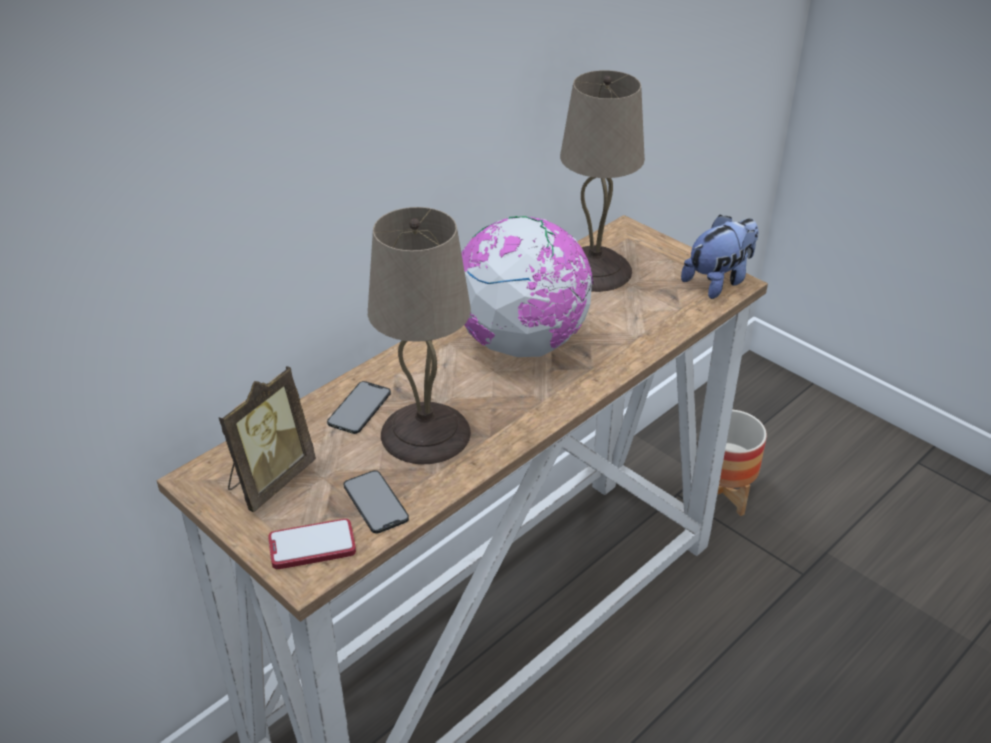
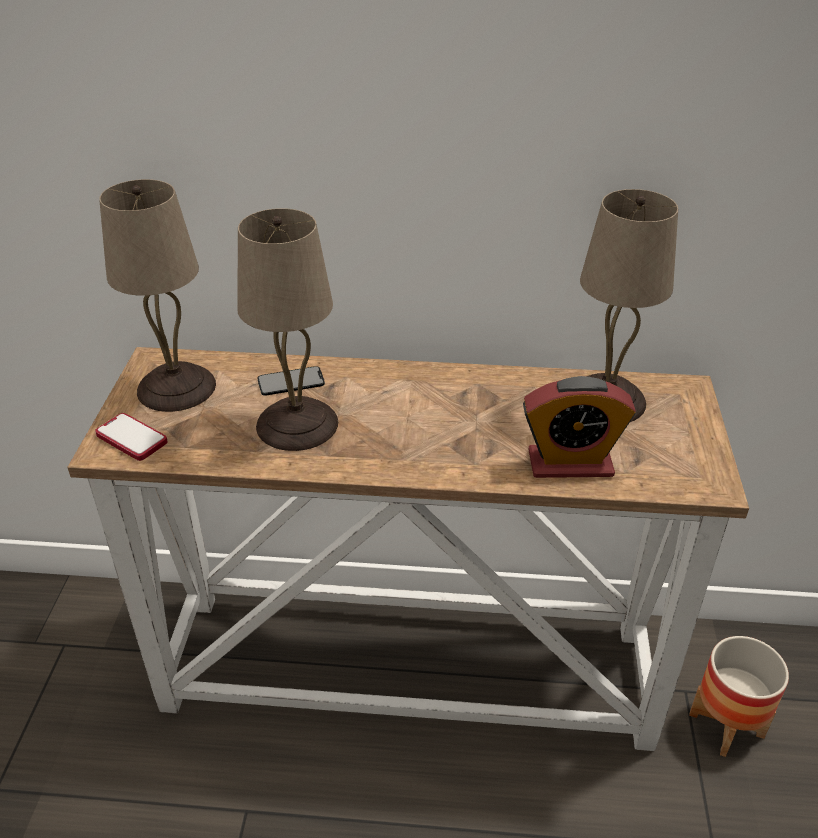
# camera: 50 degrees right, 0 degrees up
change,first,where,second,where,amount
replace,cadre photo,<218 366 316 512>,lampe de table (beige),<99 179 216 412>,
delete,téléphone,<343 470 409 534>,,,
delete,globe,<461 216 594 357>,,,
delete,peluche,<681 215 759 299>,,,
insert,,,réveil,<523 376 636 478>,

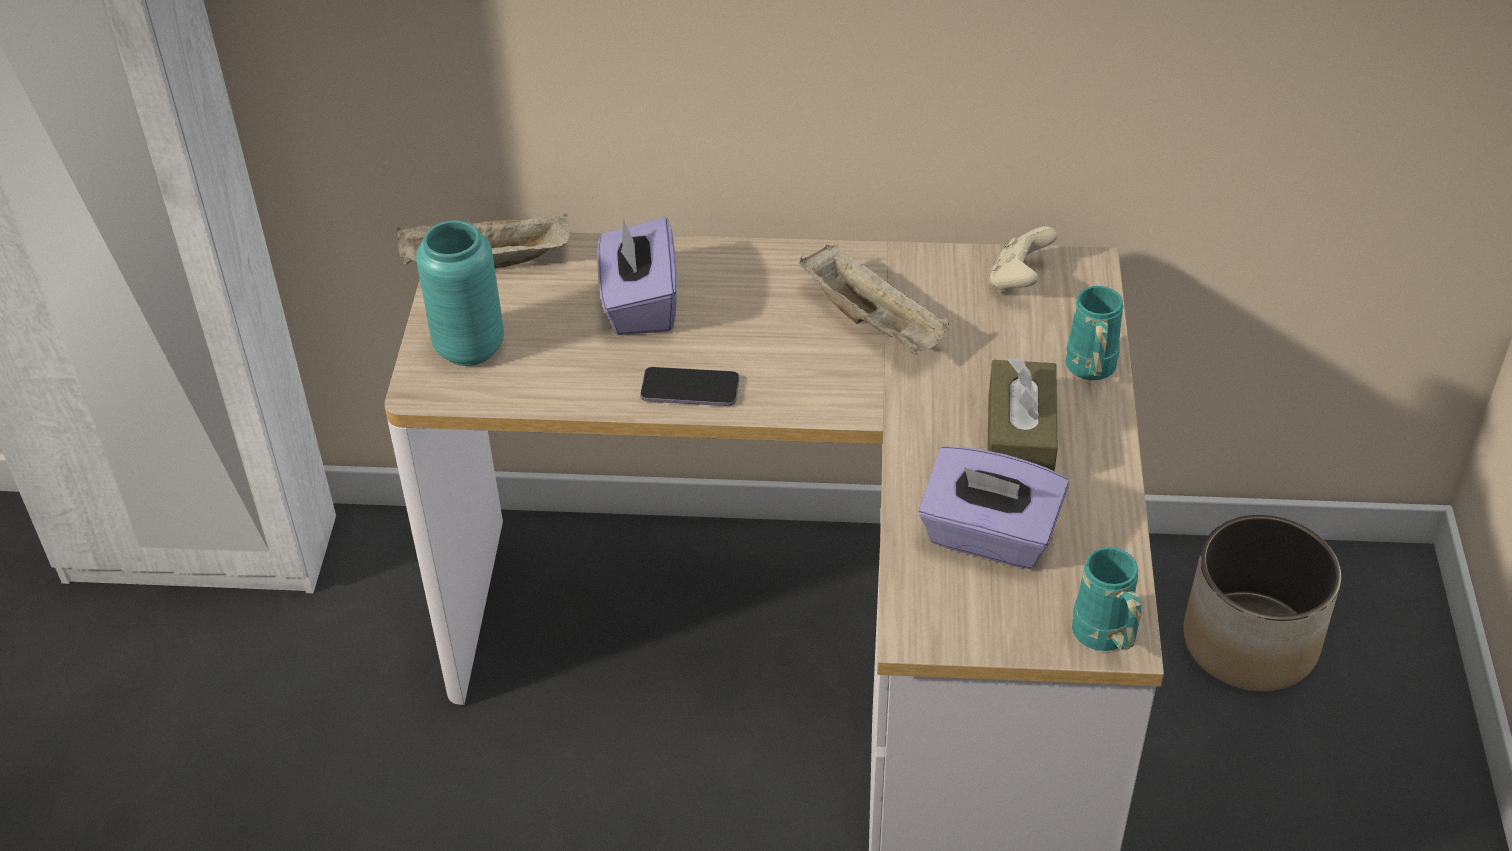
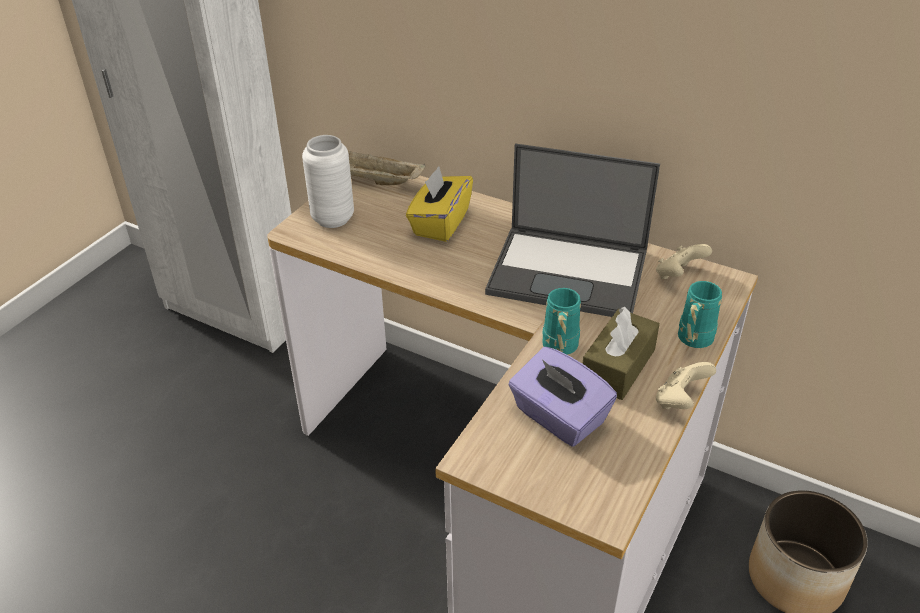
# camera: 25 degrees right, 5 degrees down
change,first,where,second,where,amount
recolor,vase (turquoise),<416 220 504 366>,vase (blanc),<302 135 354 228>,
recolor,boîte à mouchoirs (violet),<597 217 677 335>,boîte à mouchoirs (jaune),<406 166 473 242>,
delete,téléphone,<640 367 739 406>,,,
replace,plateau (beige),<798 245 950 354>,ordinateur portable,<485 143 660 317>,
move,mug (turquoise),<1072 547 1142 651>,,<542 288 581 355>,
insert,,,manette (beige),<656 362 716 409>,

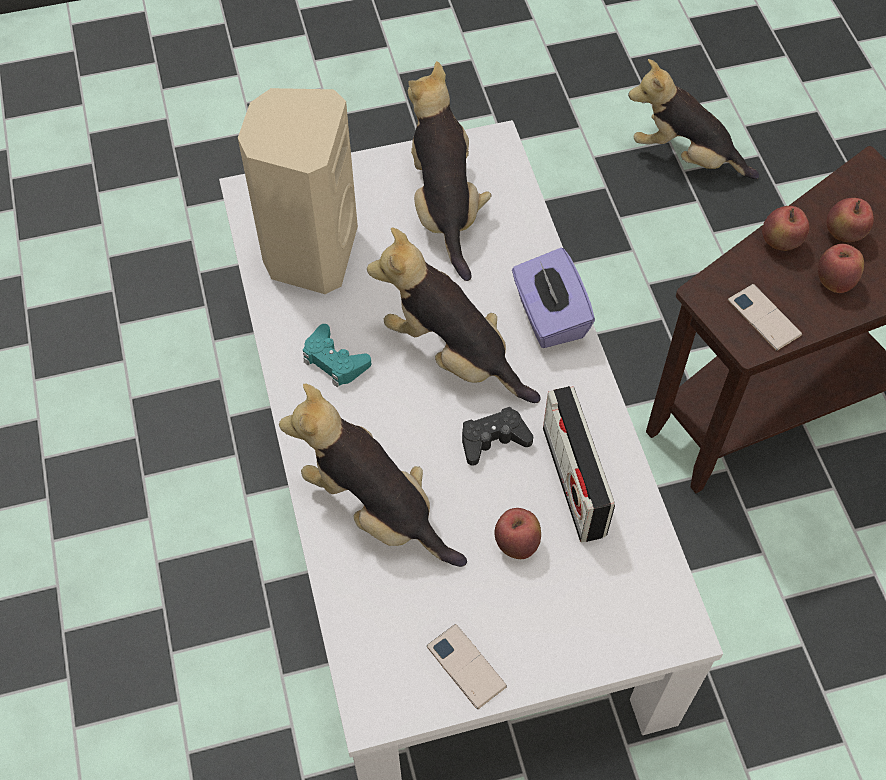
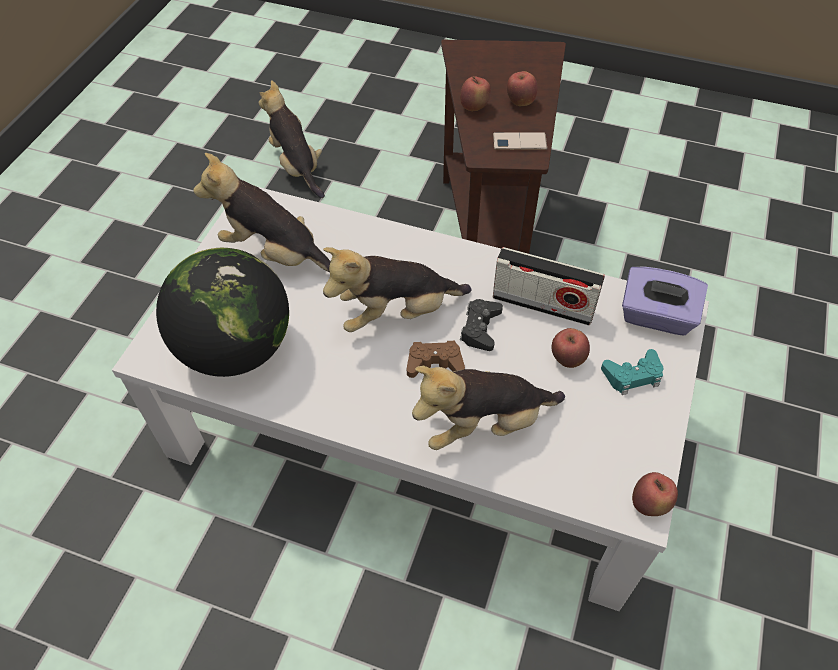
# camera: 55 degrees left, 5 degrees down
change,first,where,second,where,amount
replace,enceinte (beige),<238 88 358 294>,globe,<156 248 289 377>,
move,manette (turquoise),<303 324 371 387>,,<601 349 663 395>,
delete,téléphone,<427 624 507 709>,,,
move,boîte à mouchoirs (violet),<512 248 595 348>,,<622 267 708 336>,
rotate,peluche,<628 59 759 179>,,<259 80 325 198>,90 degrees clockwise
move,pomme,<827 198 874 242>,,<632 472 678 516>,
insert,,,manette (marron),<407 341 465 378>,

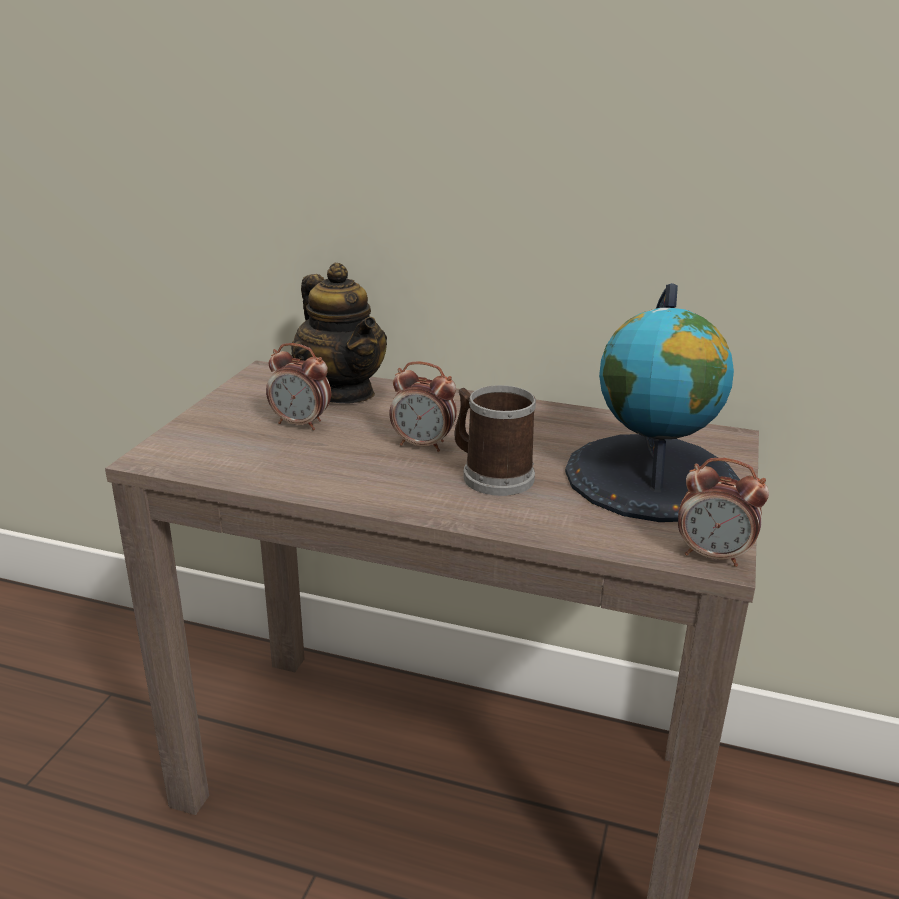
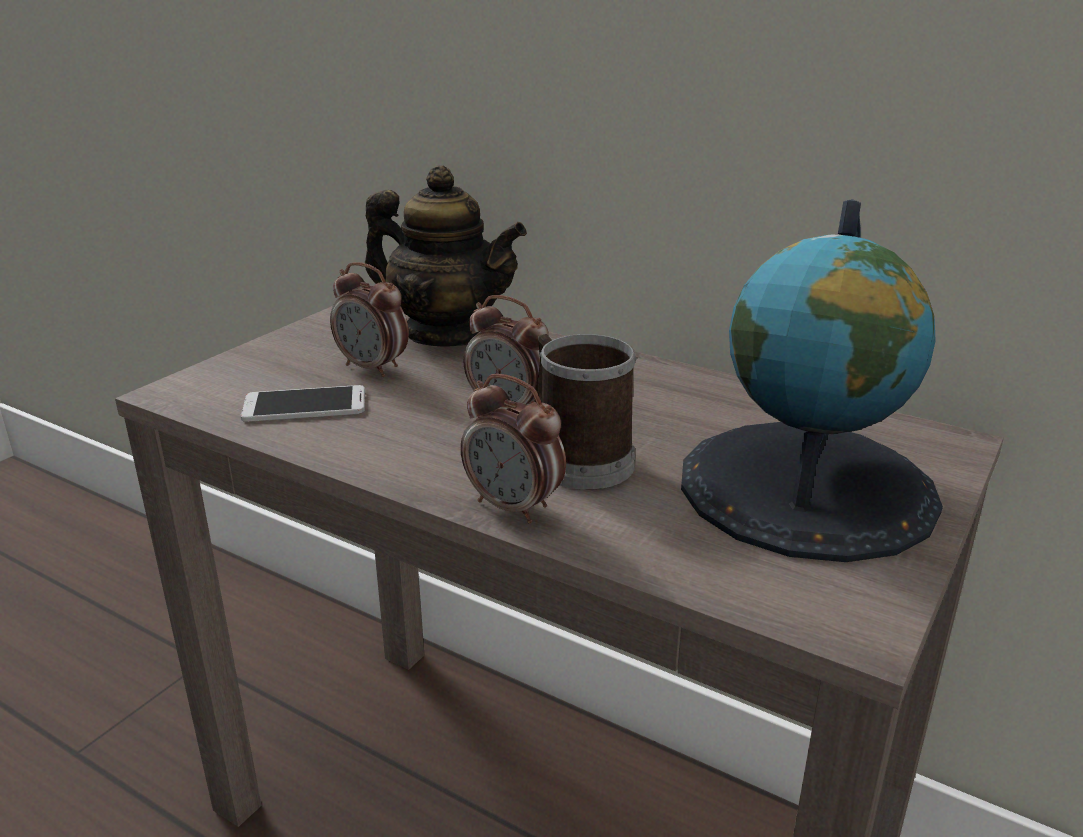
# camera: 15 degrees right, 0 degrees up
change,first,where,second,where,amount
rotate,théière,<291 263 387 403>,,<365 166 527 347>,45 degrees counterclockwise
move,réveil,<678 458 769 567>,,<461 374 566 524>,
insert,,,téléphone,<240 385 365 422>,

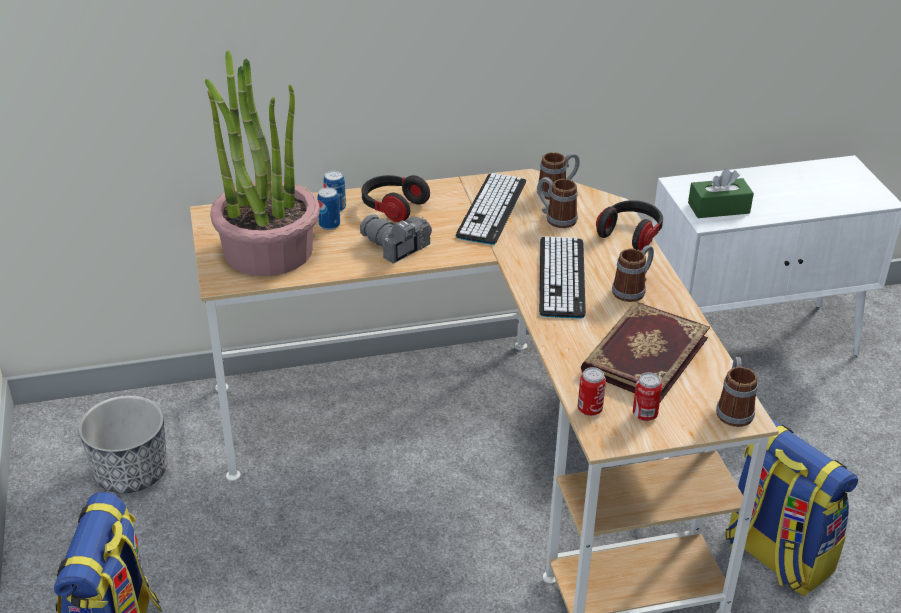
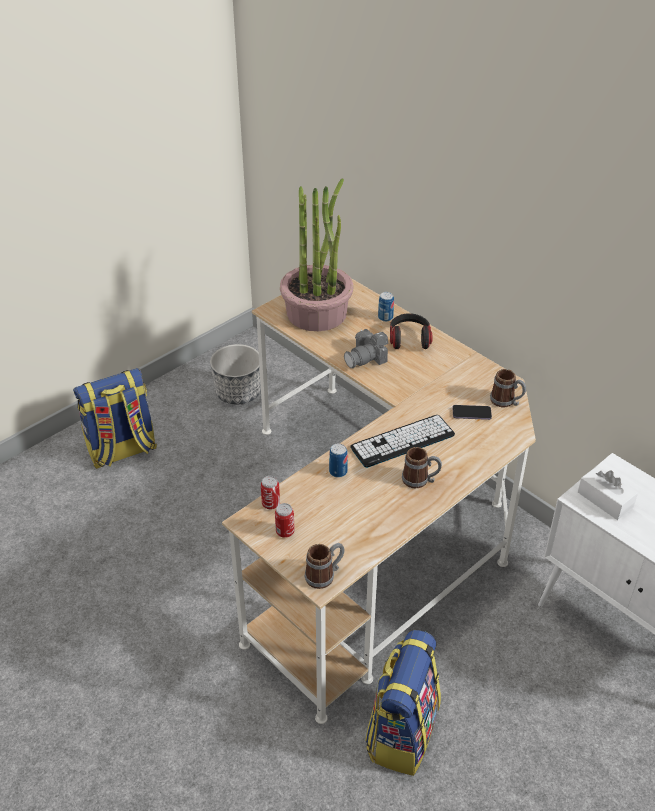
# camera: 60 degrees right, 5 degrees up
change,first,where,second,where,amount
move,boîte métallique,<317 187 340 230>,,<329 443 348 478>,
rotate,appareil photo,<360 214 432 264>,,<344 329 388 369>,135 degrees counterclockwise
delete,clavier,<456 173 526 245>,,,
replace,mug,<537 177 578 228>,téléphone,<453 405 492 420>,
delete,livre,<581 301 710 402>,,,
delete,casque audio,<596 200 663 251>,,,
recolor,boîte à mouchoirs (vert),<688 168 754 218>,boîte à mouchoirs (blanc),<578 466 638 520>,

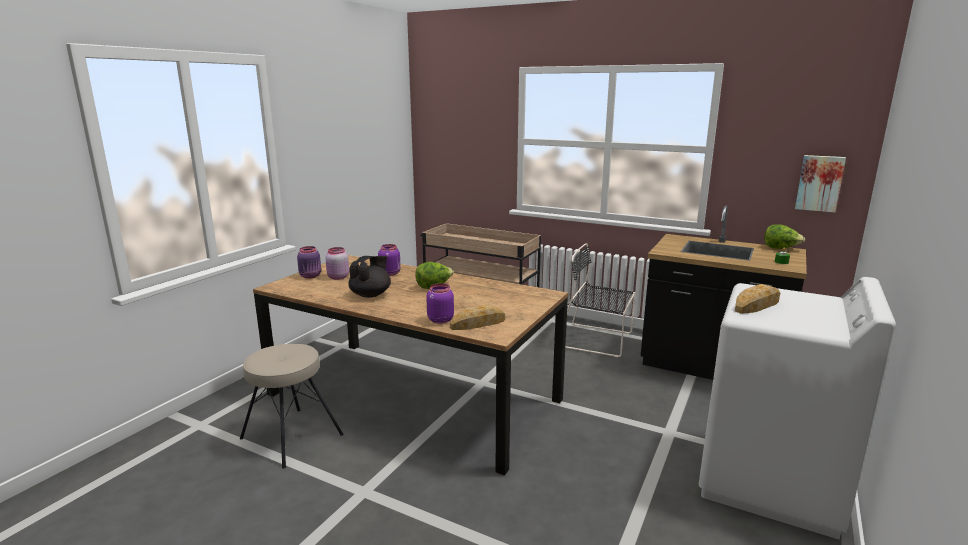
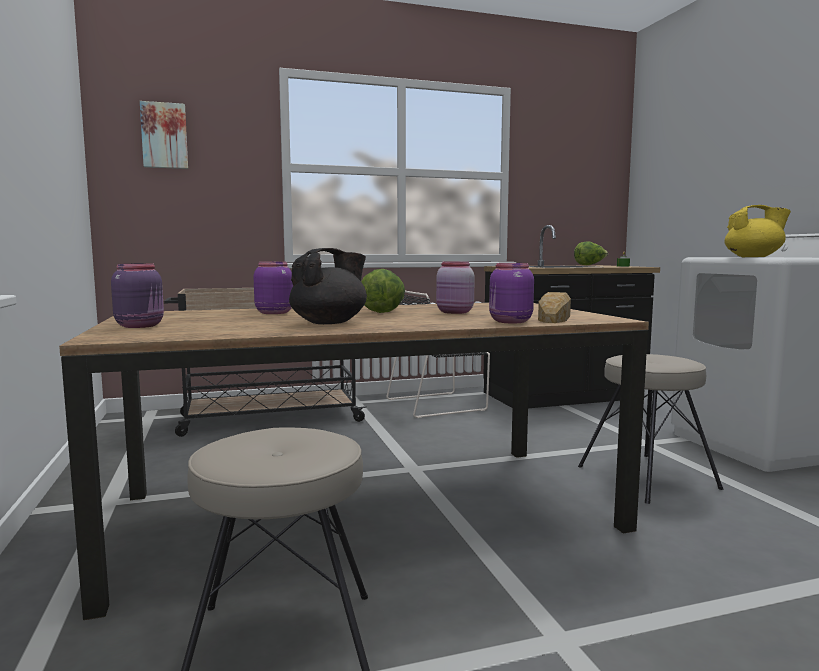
# camera: 45 degrees left, 10 degrees down
change,first,where,second,where,amount
move,bocal (rose),<325 247 349 280>,,<436 261 475 314>,
rotate,théière (noir),<348 256 391 298>,,<289 248 367 324>,60 degrees clockwise
replace,pain,<735 284 780 314>,théière (jaune),<725 205 791 257>,
move,tableau,<795 155 846 212>,,<140 101 188 169>,
insert,,,tabouret (beige),<578 354 723 504>,

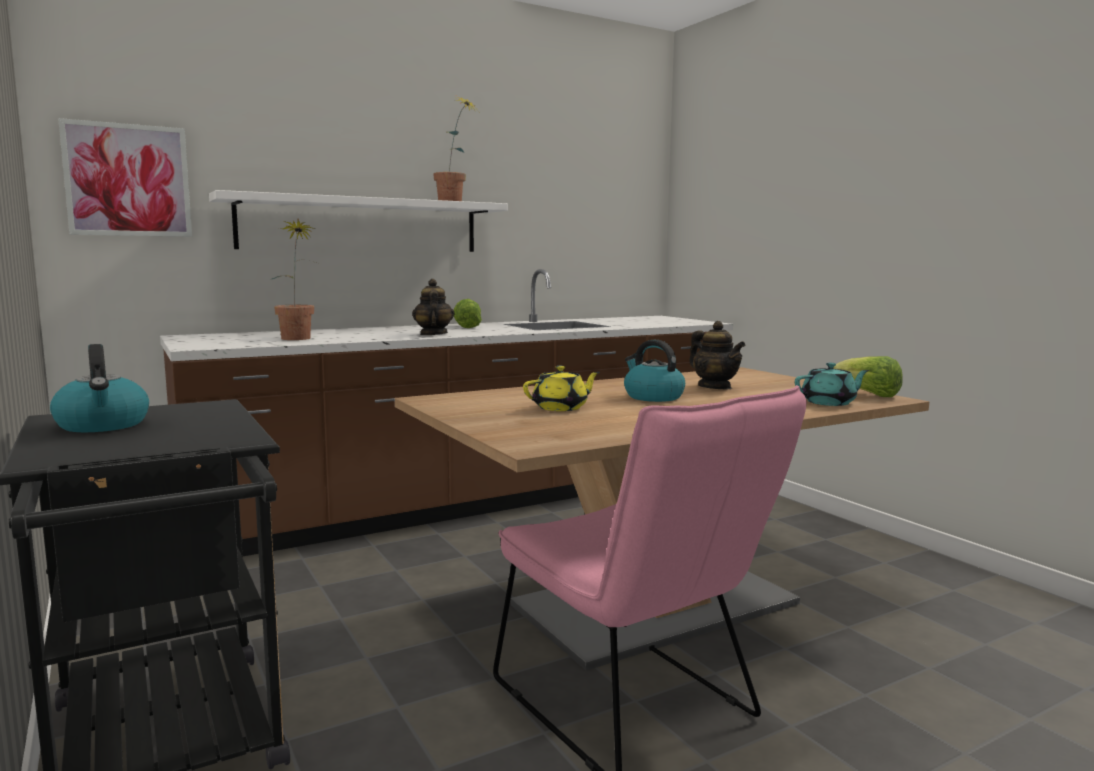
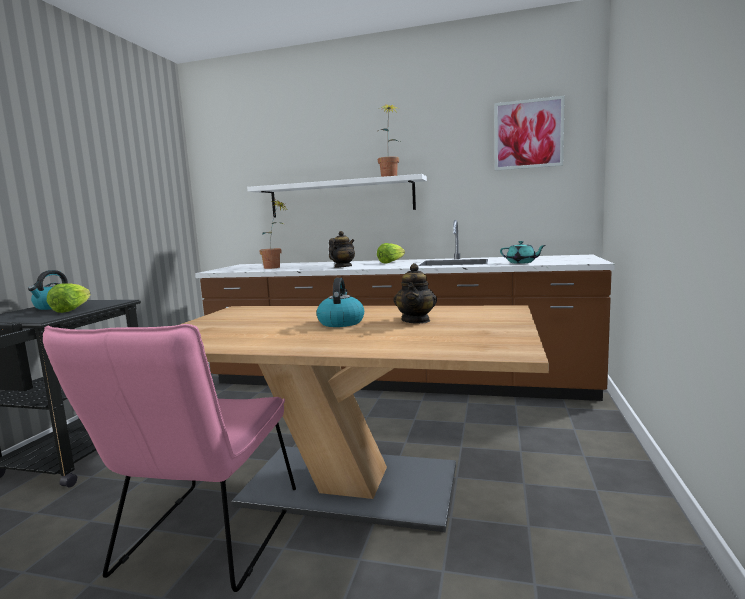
# camera: 45 degrees right, 0 degrees up
change,first,where,second,where,amount
move,tableau,<58 118 192 237>,,<494 96 565 171>,
delete,théière (jaune),<523 366 600 411>,,,
move,théière (turquoise),<795 363 869 406>,,<500 241 546 264>,
move,laitue,<833 356 903 397>,,<47 283 91 313>,

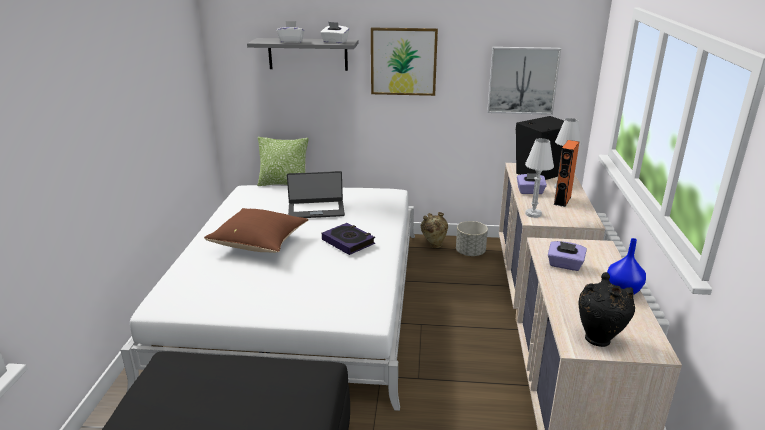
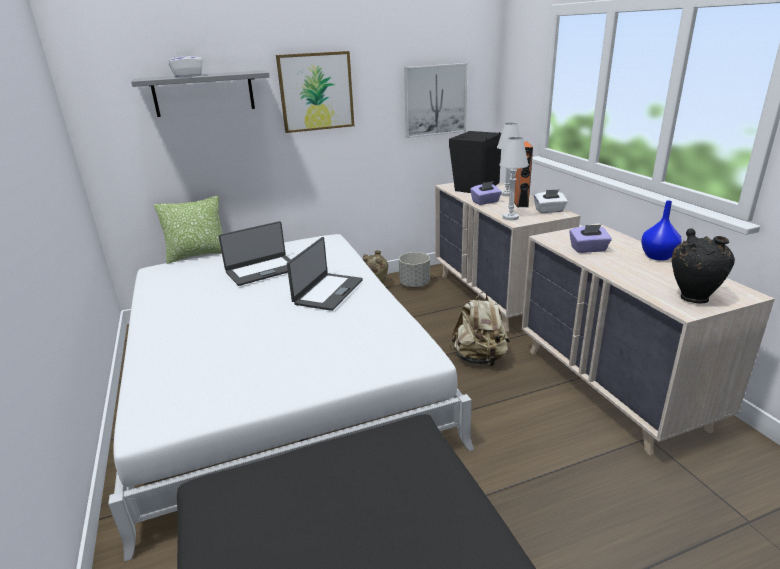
# camera: 25 degrees left, 0 degrees up
change,first,where,second,where,amount
delete,coussin (marron),<204 208 309 253>,,,
move,boîte à mouchoirs (blanc),<320 22 349 44>,,<534 189 568 213>,
replace,livre,<322 223 375 255>,ordinateur portable,<287 237 363 311>,
insert,,,sac à dos (beige),<449 291 510 367>,

